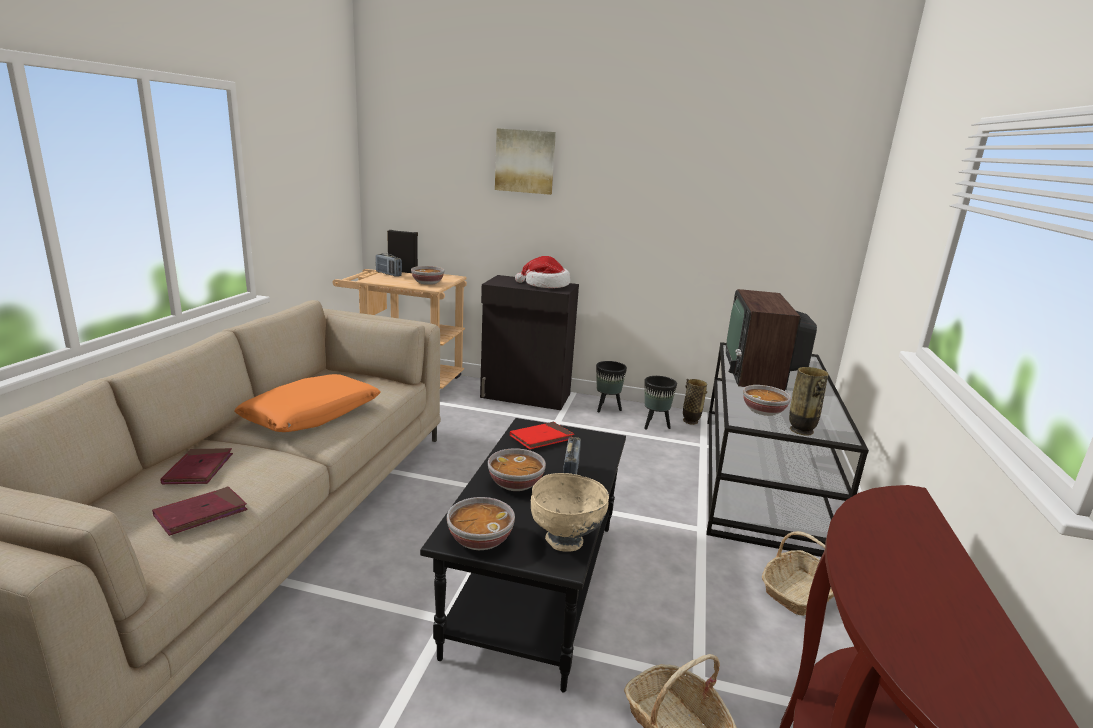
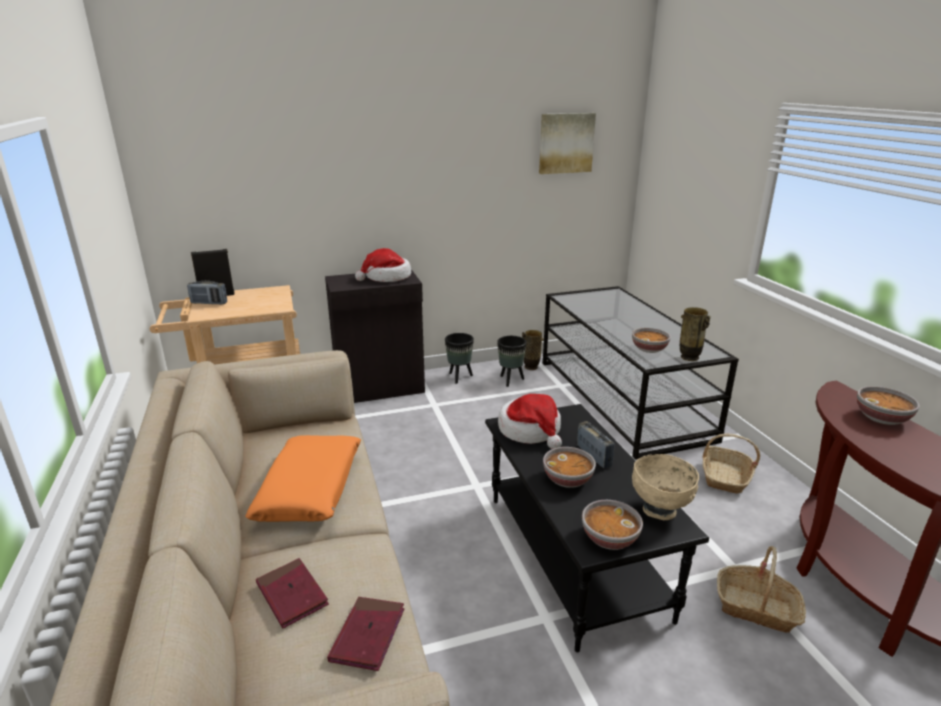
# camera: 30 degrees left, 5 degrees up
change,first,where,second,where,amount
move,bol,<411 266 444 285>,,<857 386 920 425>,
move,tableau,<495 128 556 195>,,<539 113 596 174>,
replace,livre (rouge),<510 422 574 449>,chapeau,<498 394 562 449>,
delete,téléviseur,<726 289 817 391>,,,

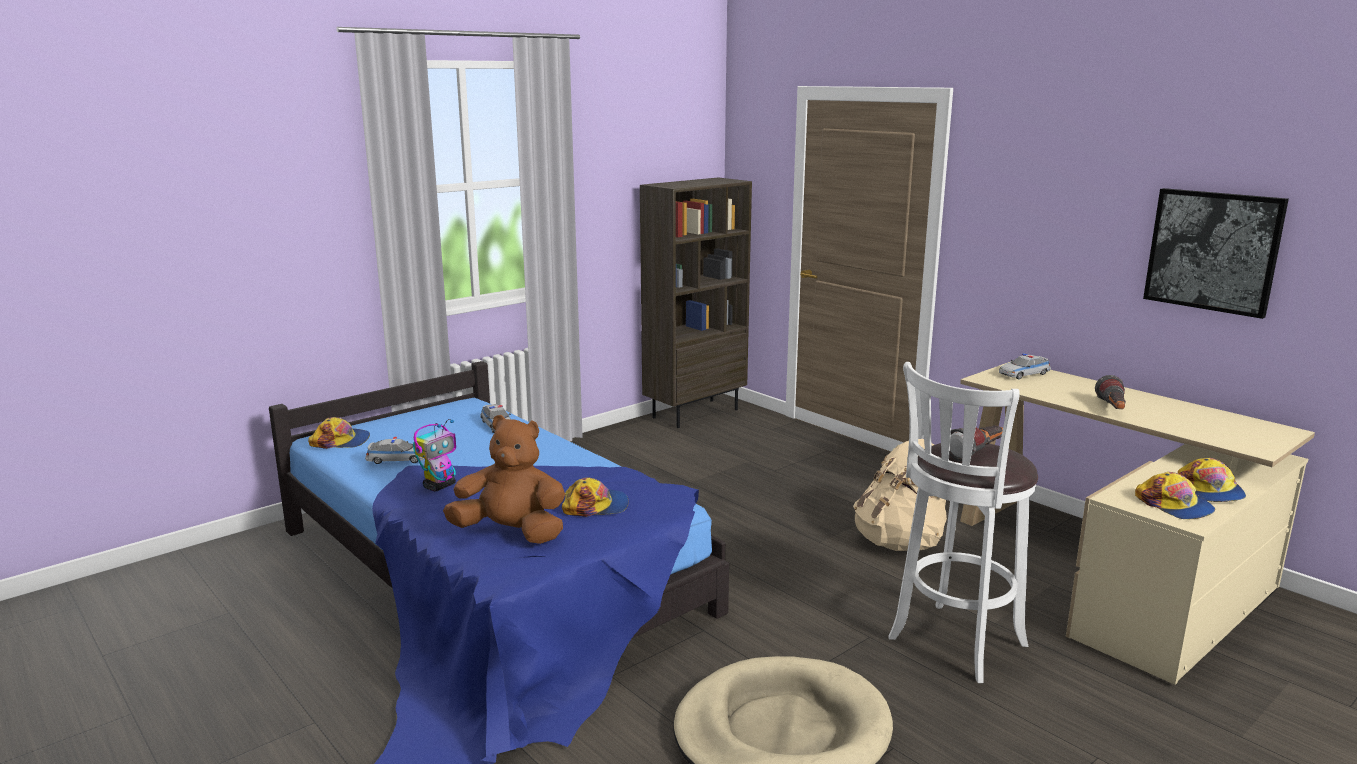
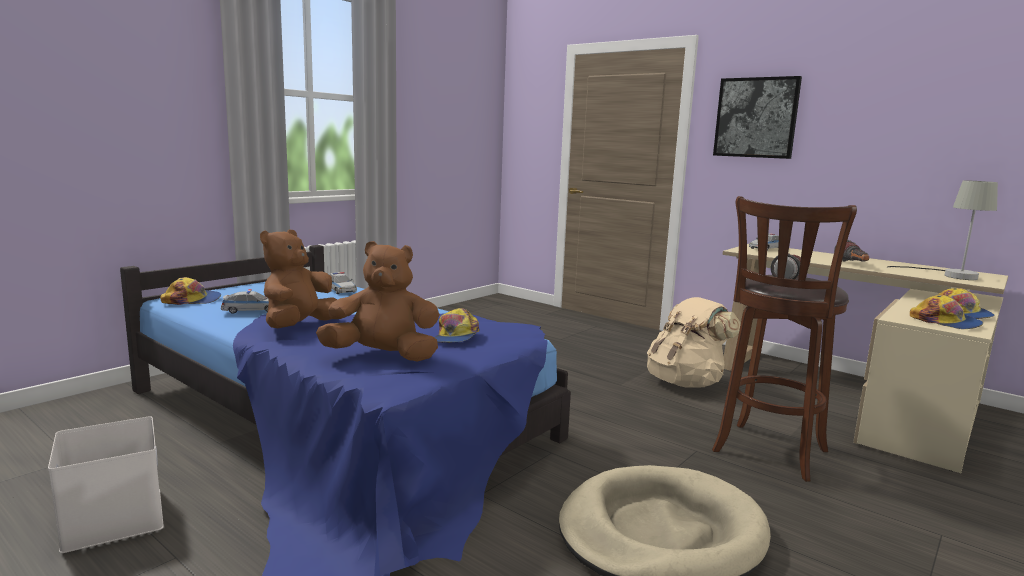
# camera: 10 degrees left, 5 degrees down
change,first,where,second,where,amount
replace,robot jouet,<413 419 456 491>,peluche (marron),<260 229 338 328>,
rotate,casquette,<562 477 629 517>,,<434 308 480 343>,120 degrees clockwise
delete,bibliothèque (marron),<640 178 752 428>,,,
recolor,tabouret (blanc),<888 362 1038 683>,tabouret (marron),<712 196 857 482>,
move,tableau,<1143 188 1289 319>,,<713 76 802 159>,
insert,,,boîte de rangement (blanc),<48 416 164 553>,
insert,,,lampe de table (gris),<887 180 998 280>,

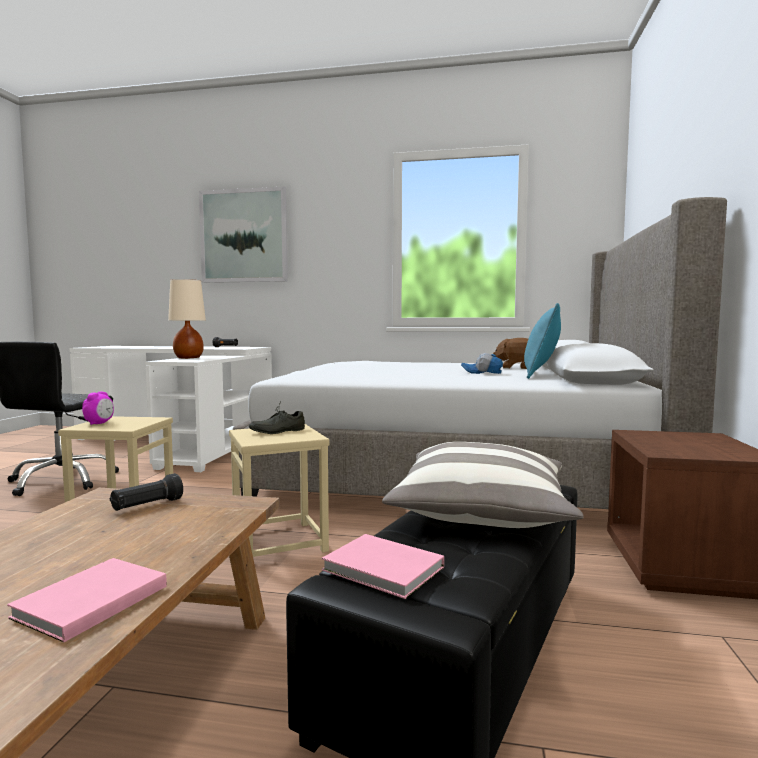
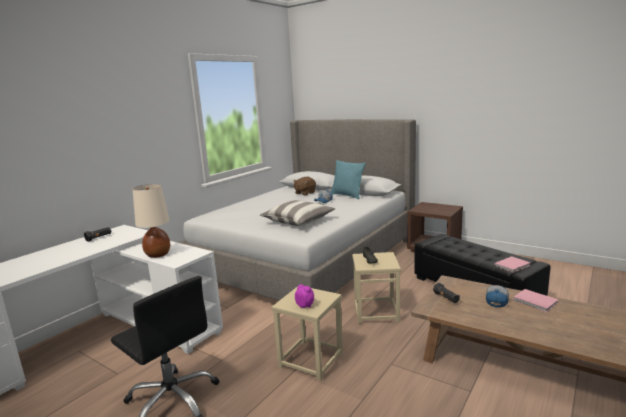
# camera: 65 degrees left, 10 degrees up
change,first,where,second,where,amount
delete,tableau,<199 186 288 283>,,,
move,coussin,<382 442 584 528>,,<260 200 335 226>,
insert,,,casquette,<486 285 509 307>,

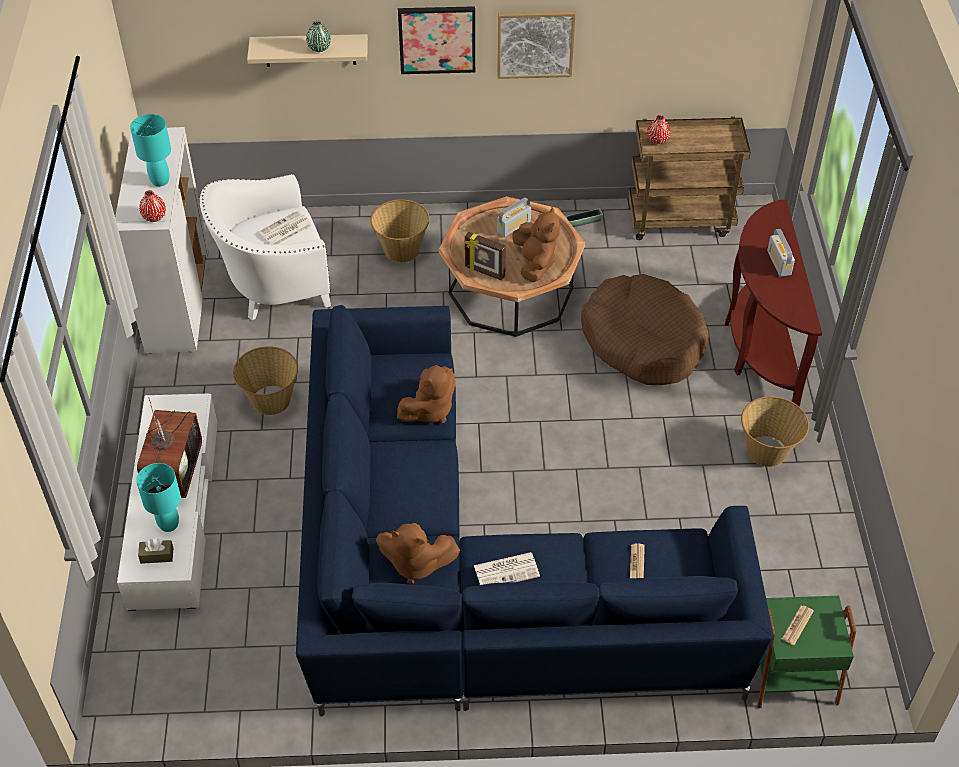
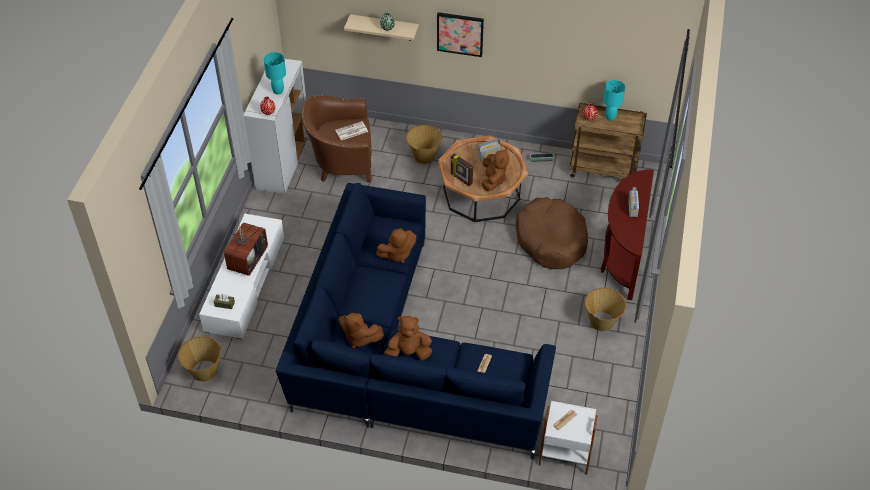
# camera: 15 degrees right, 0 degrees up
change,first,where,second,where,amount
move,lampe de table (turquoise),<136 463 181 532>,,<603 80 625 121>,
recolor,fauteuil (blanc),<200 174 331 320>,fauteuil (marron),<301 95 371 182>,
move,panier,<232 346 298 415>,,<178 336 221 382>,
replace,journal,<474 552 540 585>,peluche (marron),<384 316 432 360>,
delete,tableau,<497 11 576 79>,,,
recolor,table d'appoint (vert),<758 596 856 708>,table d'appoint (blanc),<539 401 598 475>,

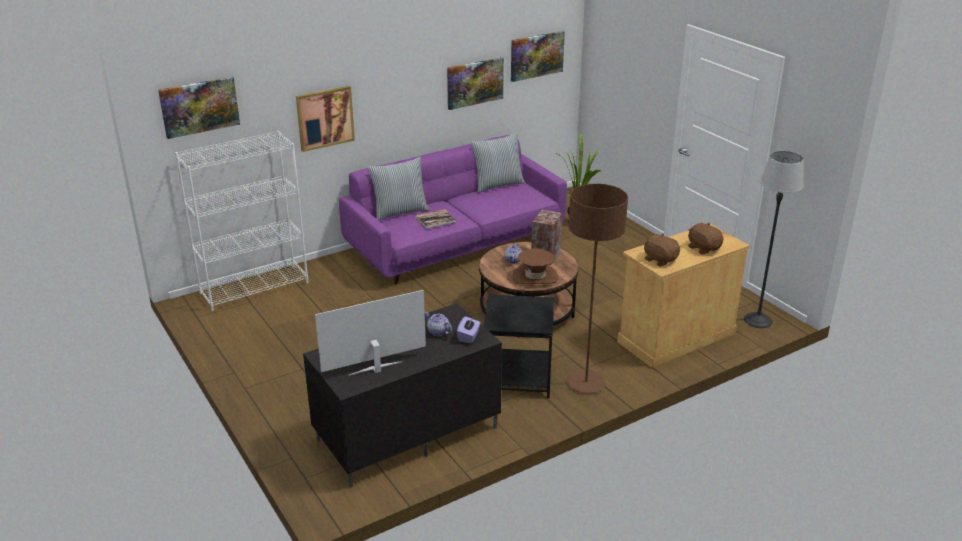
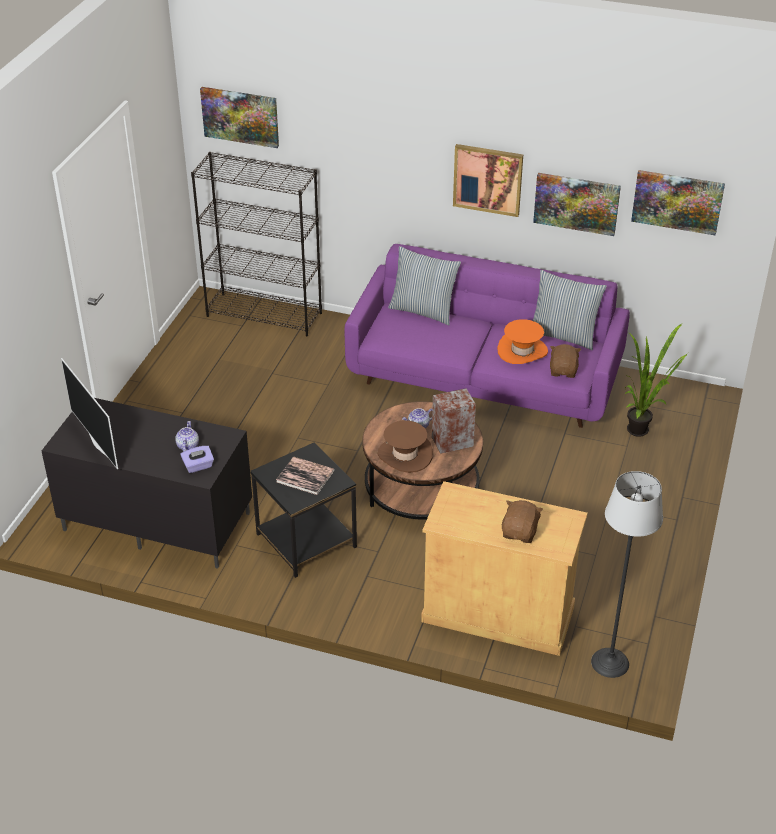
# camera: 50 degrees right, 10 degrees up
change,first,where,second,where,amount
recolor,bibliothèque (blanc),<175 131 309 311>,bibliothèque (noir),<191 152 322 336>,
move,tableau,<296 86 355 152>,,<453 144 523 217>,
rotate,téléviseur,<315 290 426 376>,,<61 358 118 469>,150 degrees counterclockwise
move,livre,<415 209 456 229>,,<276 456 334 495>,
delete,lampadaire (marron),<567 184 628 393>,,,
move,peluche (marron),<644 233 680 267>,,<550 344 581 378>,
insert,,,chapeau (orange),<497 319 548 364>,

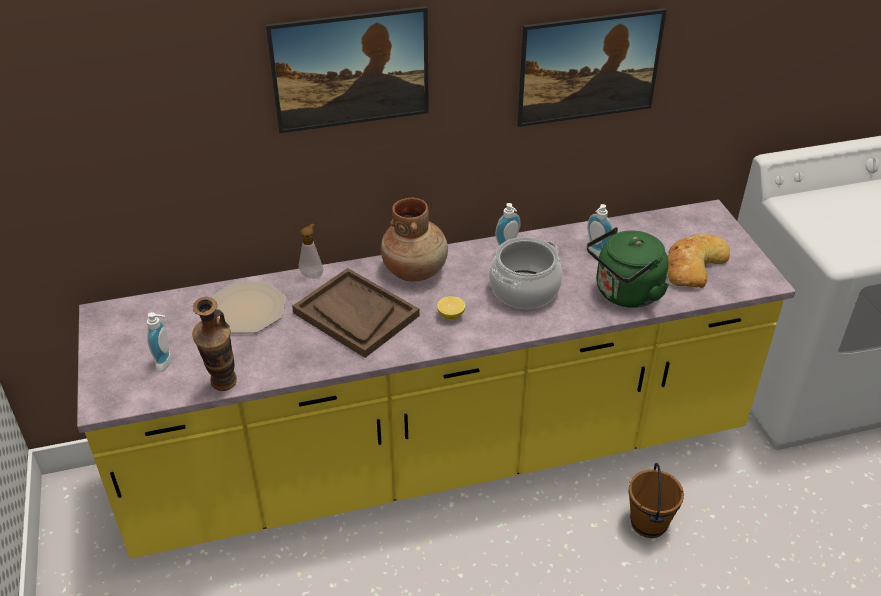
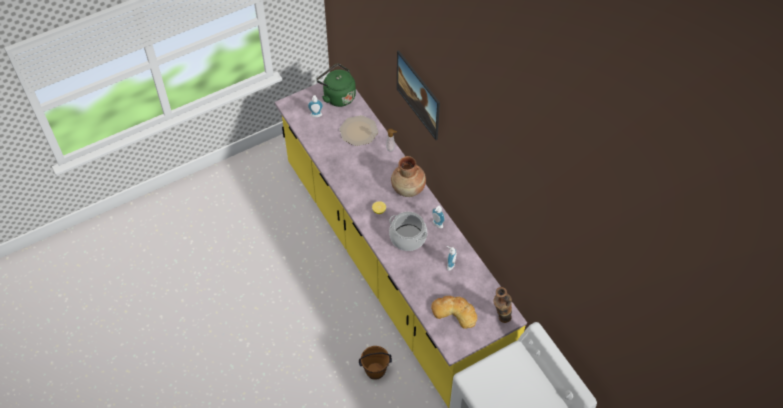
# camera: 75 degrees right, 15 degrees up
change,first,where,second,where,amount
move,vase,<192 297 237 391>,,<493 287 512 323>,
delete,plateau (marron),<292 268 420 358>,,,
delete,tableau,<517 8 667 127>,,,
move,bouilloire (vert),<587 227 669 308>,,<316 64 356 107>,

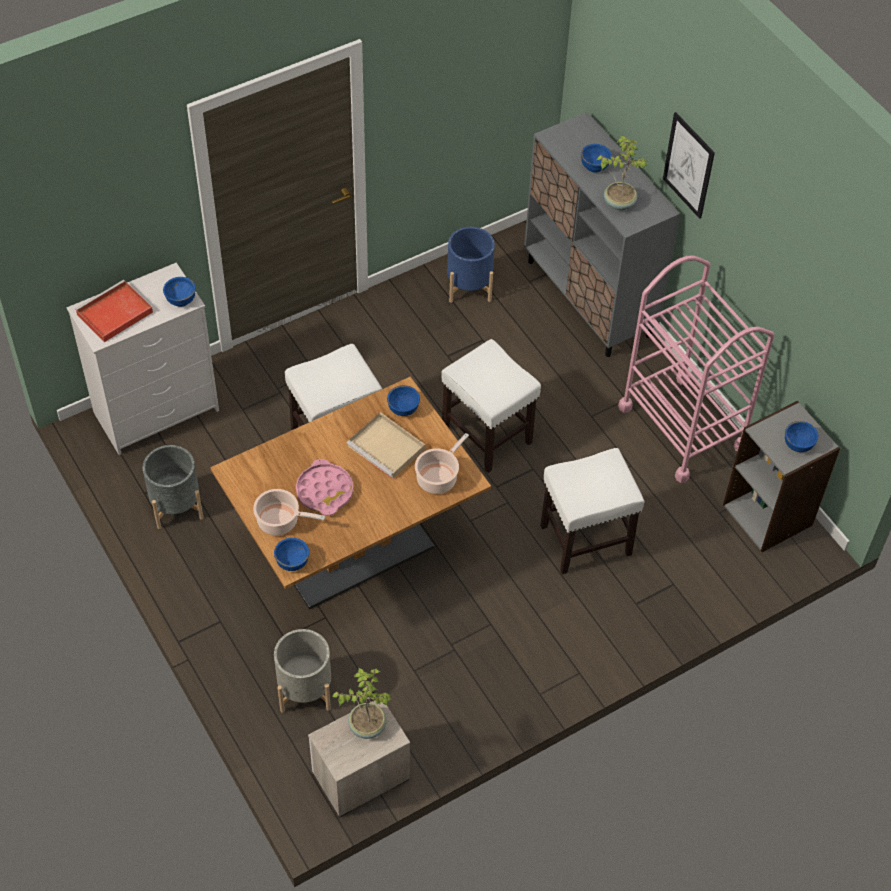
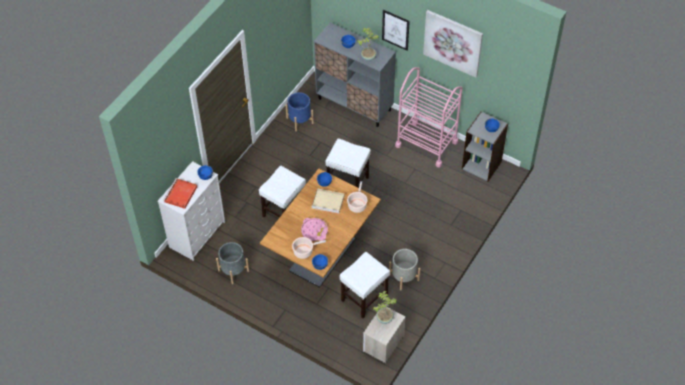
# camera: 25 degrees left, 0 degrees up
change,first,where,second,where,amount
move,cache-pot (gris),<274 629 331 713>,,<389 249 420 290>,
move,tabouret (blanc),<540 448 644 574>,,<340 252 390 318>,
insert,,,tableau,<423 10 483 78>,

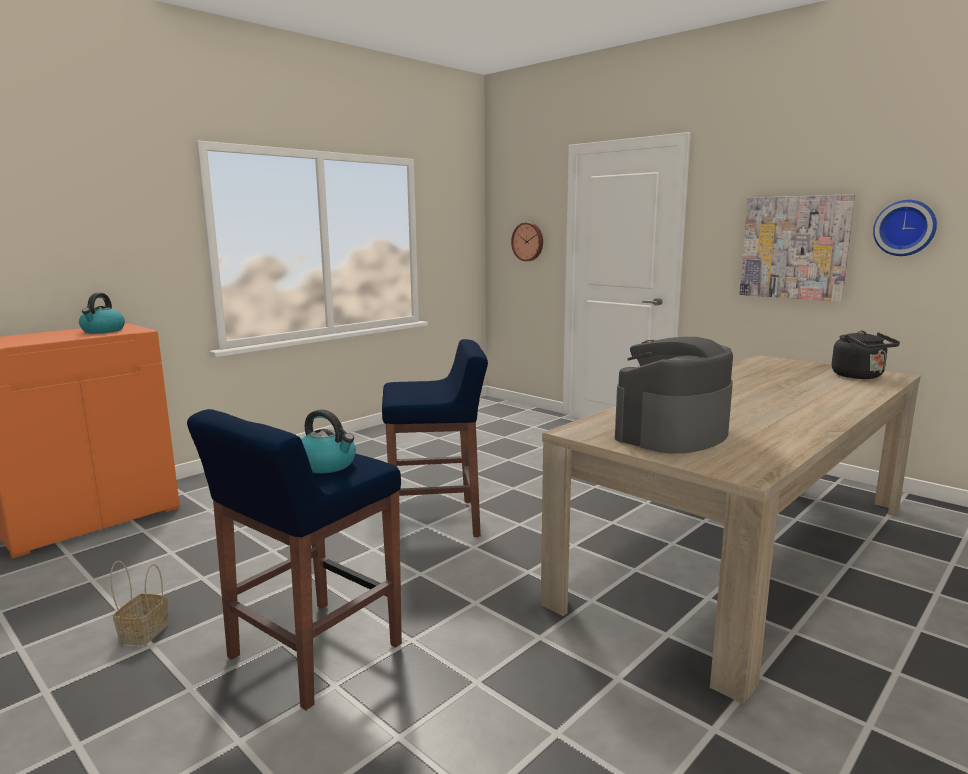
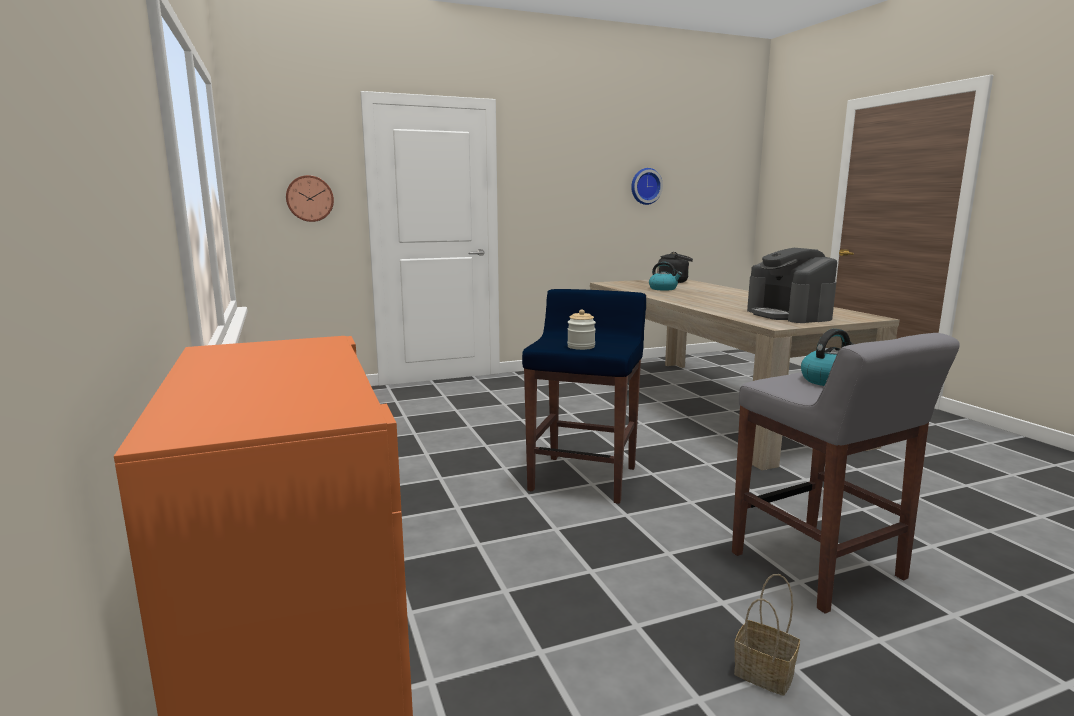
# camera: 65 degrees left, 0 degrees up
change,first,where,second,where,amount
move,bouilloire,<79 293 125 333>,,<649 262 682 291>,
recolor,tabouret (bleu),<187 409 402 710>,tabouret (gris),<732 333 960 614>,
delete,tableau,<740 194 855 302>,,,
insert,,,bocal,<567 309 596 350>,

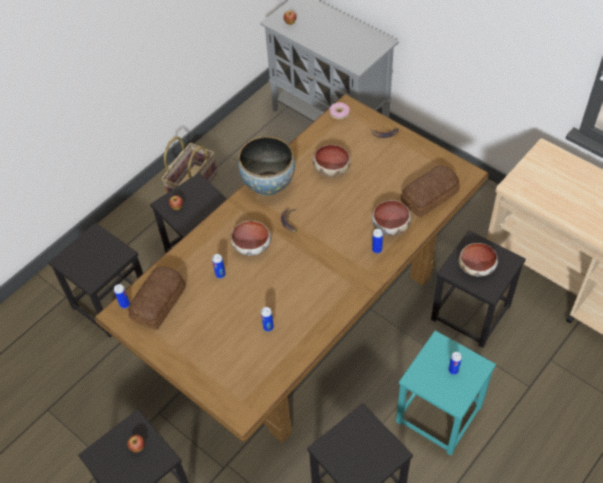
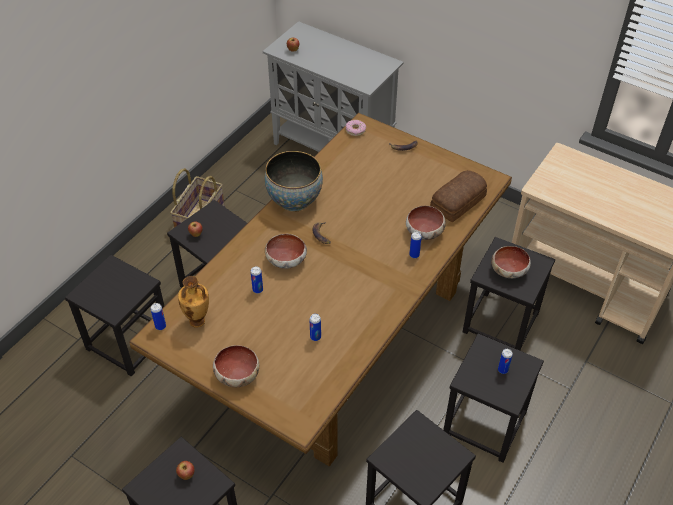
# camera: 10 degrees left, 5 degrees down
change,first,where,second,where,amount
replace,pain,<128 266 186 330>,vase,<178 276 209 328>,
move,bol,<313 145 351 177>,,<213 345 259 387>,
recolor,tabouret (turquoise),<396 331 496 456>,tabouret (noir),<443 334 544 463>,

